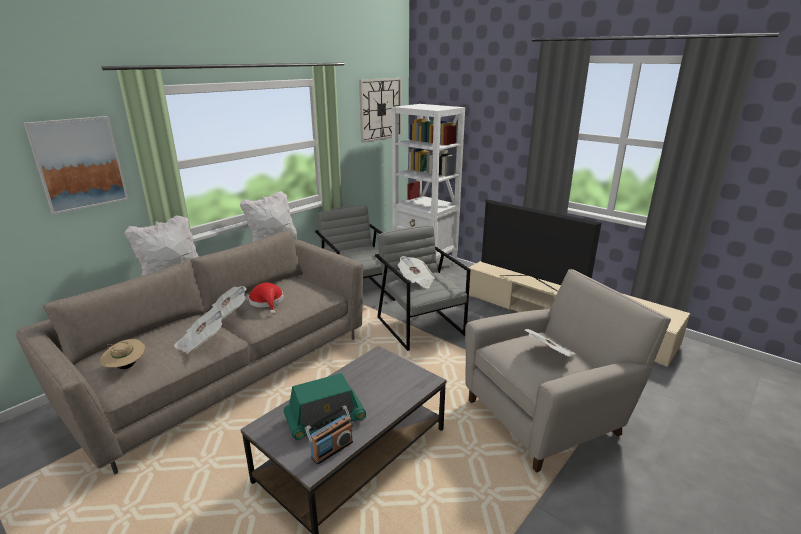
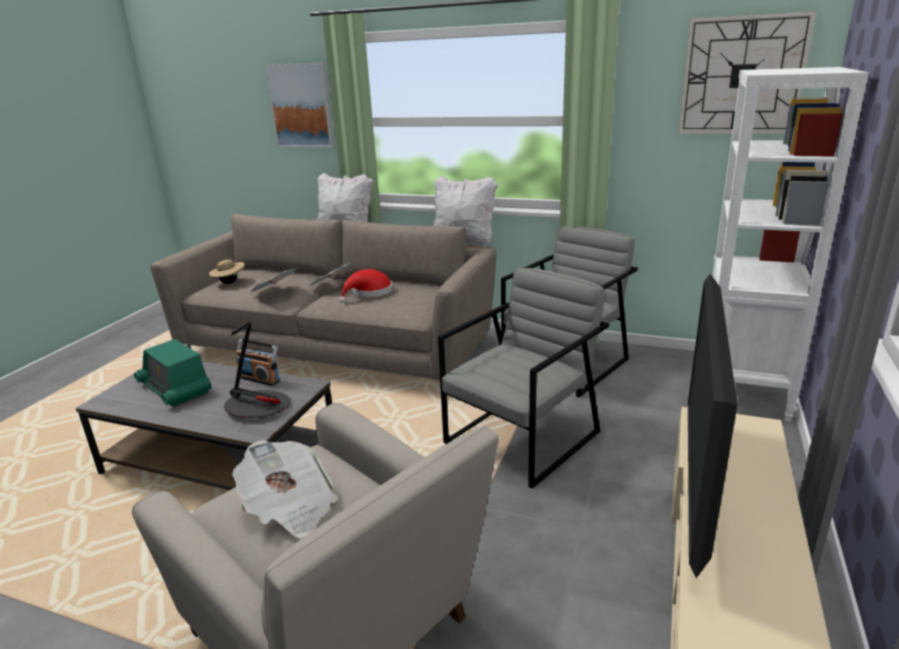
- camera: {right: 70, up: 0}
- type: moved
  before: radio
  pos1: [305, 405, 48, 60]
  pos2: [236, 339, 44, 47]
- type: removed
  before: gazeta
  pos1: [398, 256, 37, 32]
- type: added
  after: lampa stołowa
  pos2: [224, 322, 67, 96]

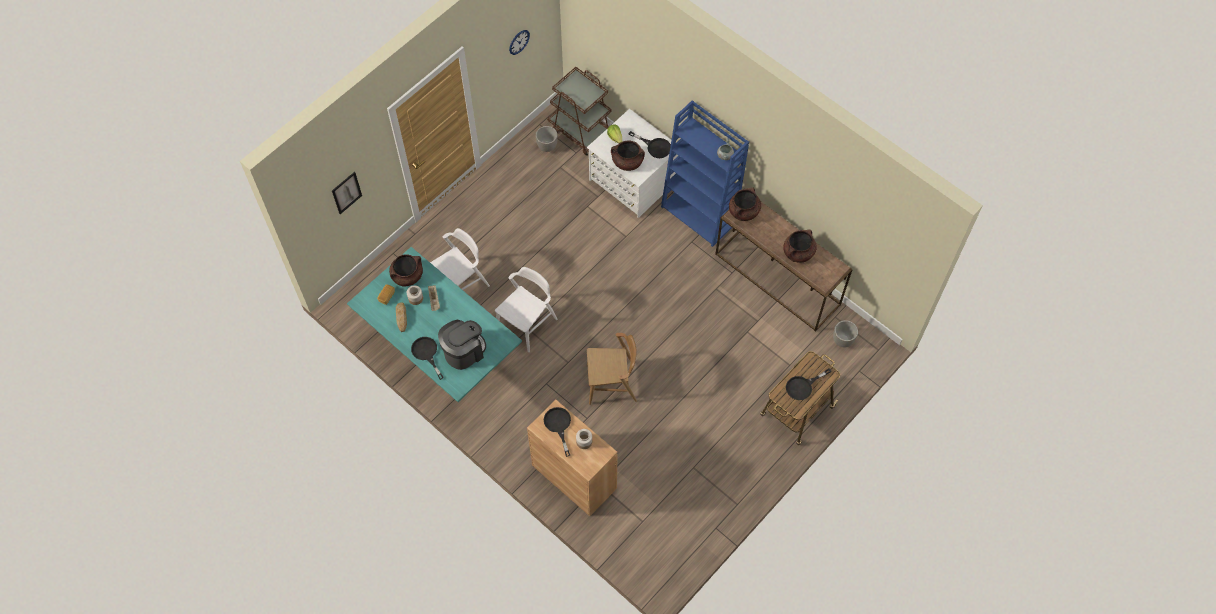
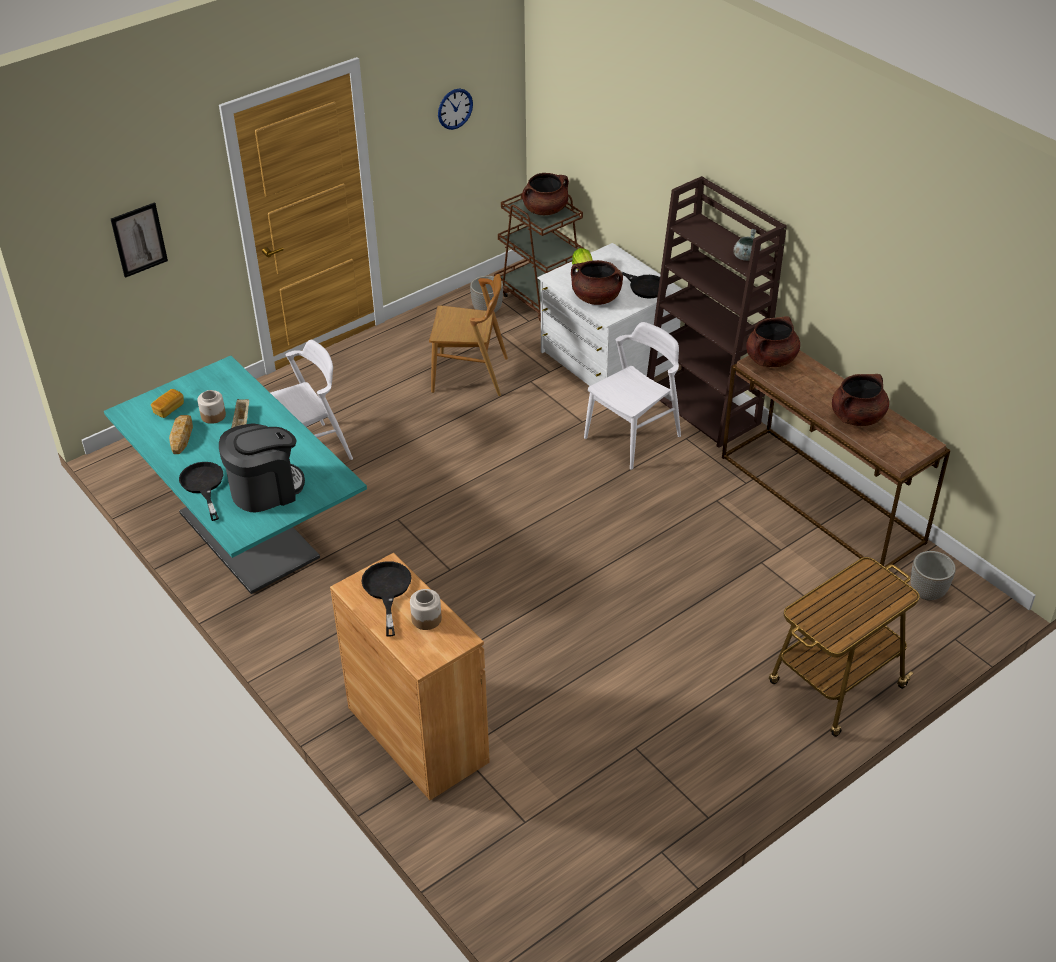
- camera: {right: 10, up: -20}
- type: moved
  before: garnek (brązowy)
  pos1: [389, 254, 34, 32]
  pos2: [522, 173, 47, 42]
- type: moved
  before: krzesło (biały)
  pos1: [495, 267, 63, 85]
  pos2: [584, 322, 97, 148]
- type: moved
  before: krzesło (brązowy)
  pos1: [587, 333, 50, 72]
  pos2: [429, 274, 79, 122]
- type: recoloured
  before: regał (niebieski)
  after: regał (brązowy)
  pos1: [661, 100, 88, 147]
  pos2: [647, 176, 140, 272]
- type: removed
  before: patelnia (czarny)
  pos1: [786, 368, 46, 32]

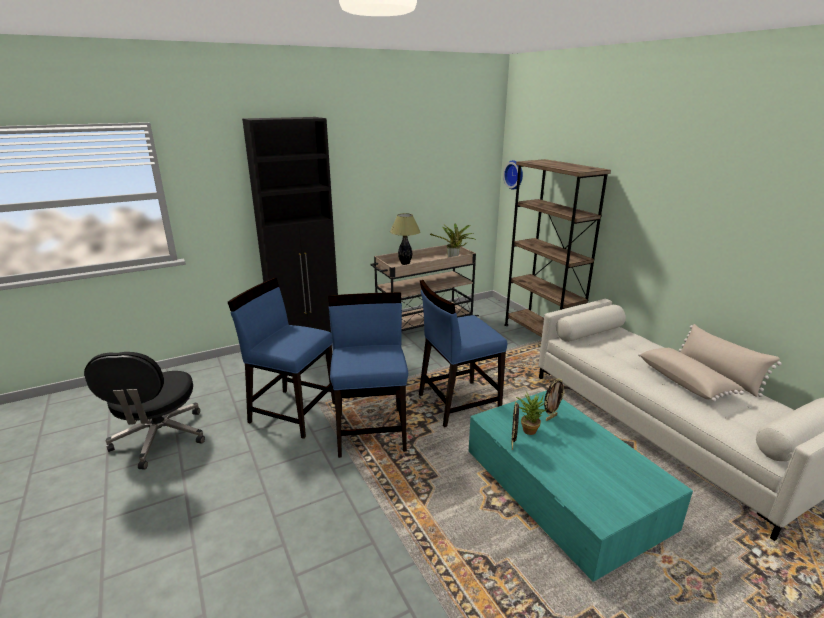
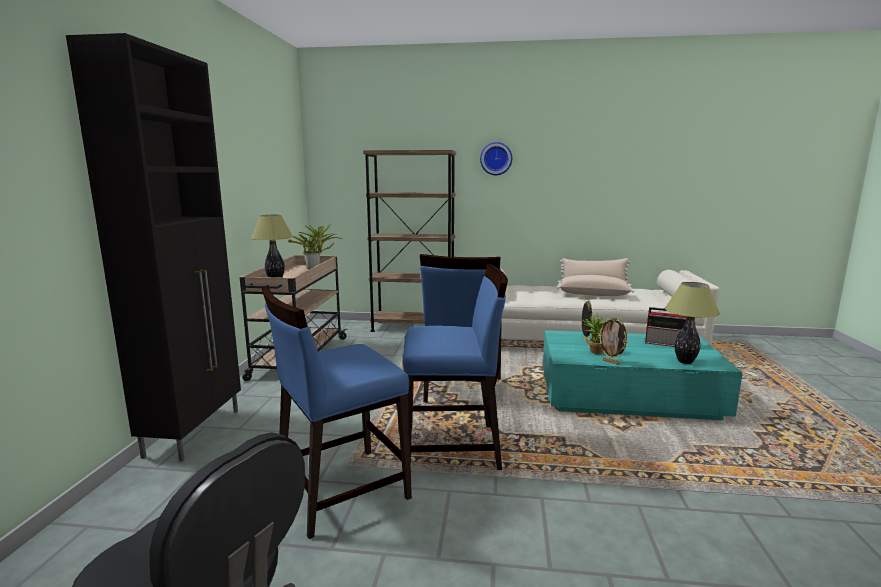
- camera: {right: -55, up: -10}
- type: turned
  before: krzesło (niebieski)
  pos1: [328, 292, 80, 166]
  pos2: [403, 264, 105, 206]
  turn: 150
- type: moved
  before: zegar ścienny
  pos1: [503, 160, 20, 30]
  pos2: [480, 142, 32, 33]
- type: added
  after: radio
  pos2: [645, 307, 42, 40]
- type: added
  after: lampa stołowa
  pos2: [665, 282, 55, 82]

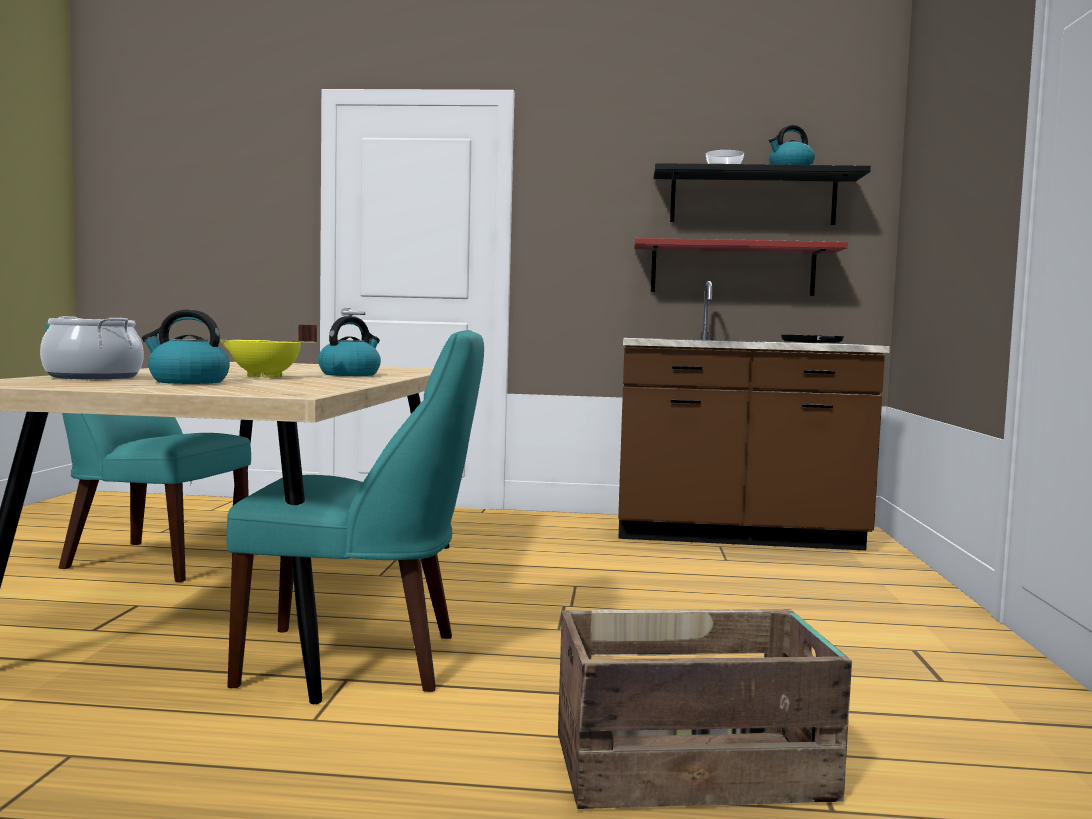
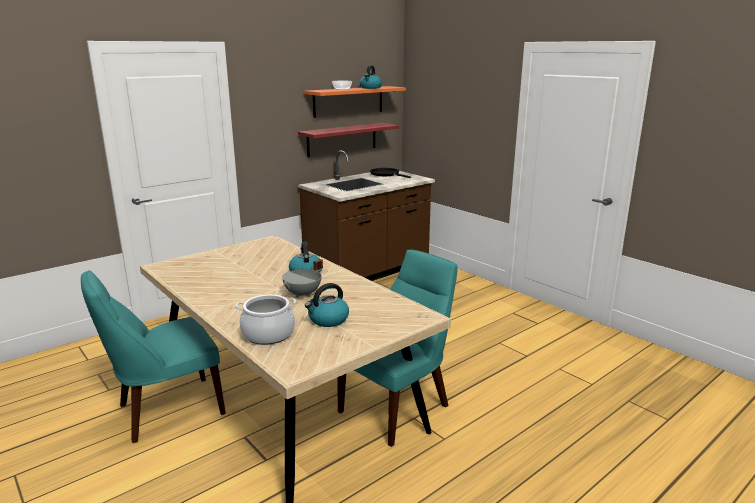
- camera: {right: -45, up: 15}
- type: recoloured
  before: garnek (żółty)
  after: garnek (szary)
  pos1: [220, 325, 97, 53]
  pos2: [282, 259, 41, 39]
- type: removed
  before: skrzynka
  pos1: [558, 609, 294, 200]
- type: recoloured
  before: półka (czarny)
  after: półka (pomarańczowy)
  pos1: [654, 163, 217, 62]
  pos2: [304, 86, 102, 32]

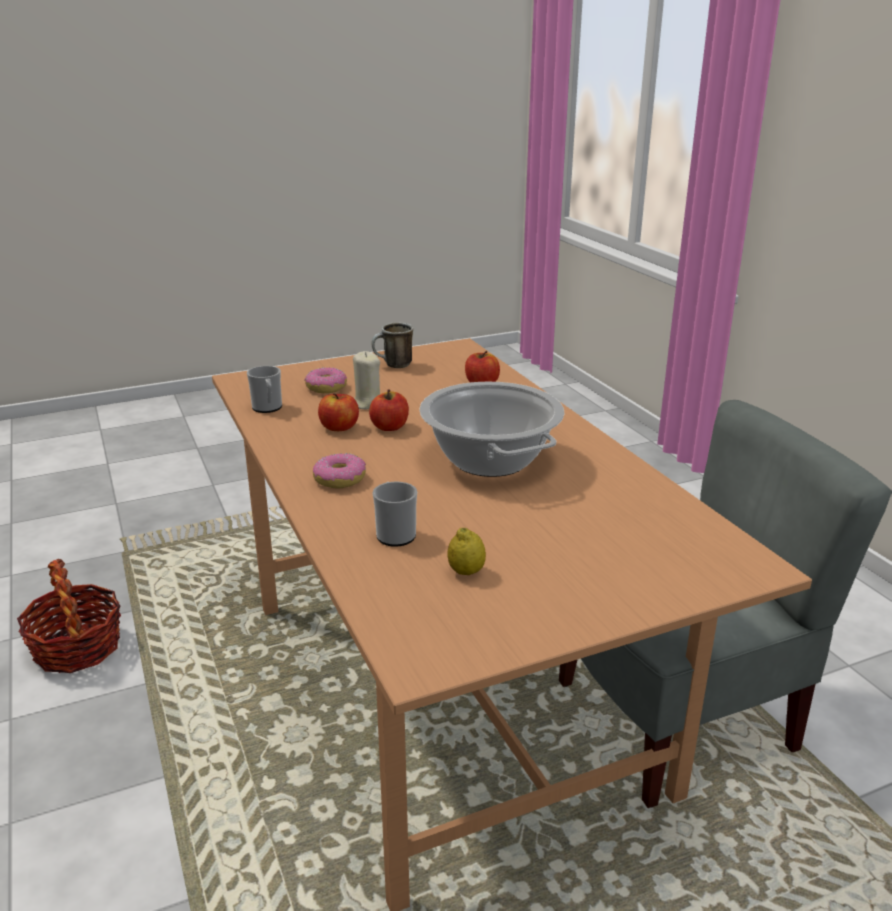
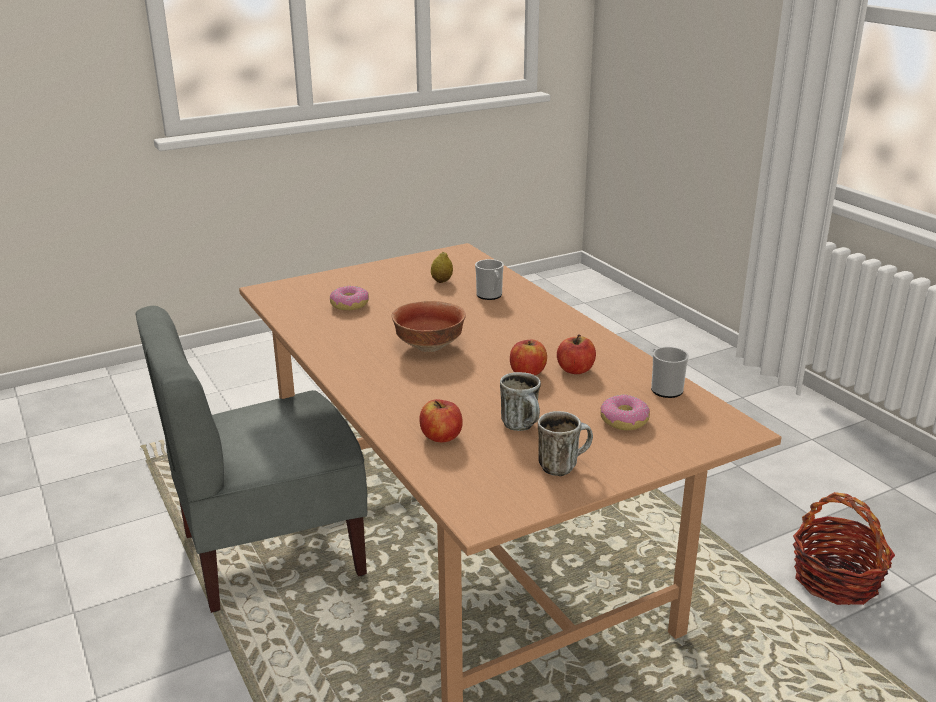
- camera: {right: 175, up: 0}
- type: moved
  before: donut
  pos1: [313, 453, 53, 35]
  pos2: [330, 286, 39, 24]
- type: removed
  before: świeca (beżowy)
  pos1: [353, 351, 27, 58]
- type: replaced
  before: garnek
  after: miska
  pos1: [419, 382, 145, 95]
  pos2: [391, 301, 75, 51]
- type: added
  after: kubek
  pos2: [500, 372, 41, 59]

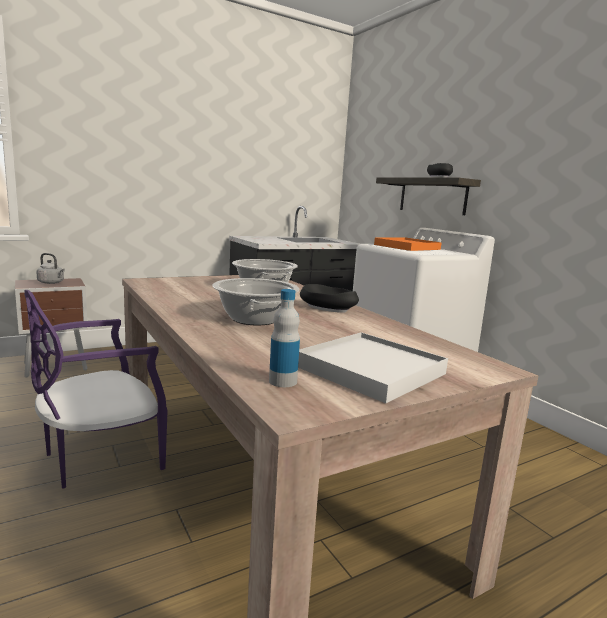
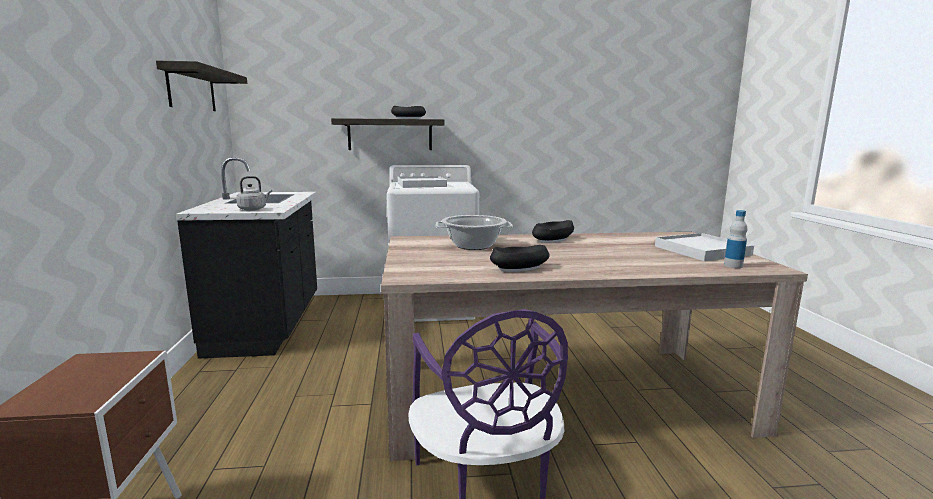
- camera: {right: -65, up: 0}
- type: moved
  before: czajnik (szary)
  pos1: [37, 253, 28, 31]
  pos2: [236, 176, 36, 35]
- type: removed
  before: garnek
  pos1: [212, 278, 87, 47]
- type: recoloured
  before: taca (pomarańczowy)
  after: taca (biały)
  pos1: [374, 237, 68, 14]
  pos2: [398, 176, 49, 12]
- type: added
  after: półka
  pos2: [156, 60, 91, 51]
- type: added
  after: miska (czarny)
  pos2: [490, 245, 60, 27]

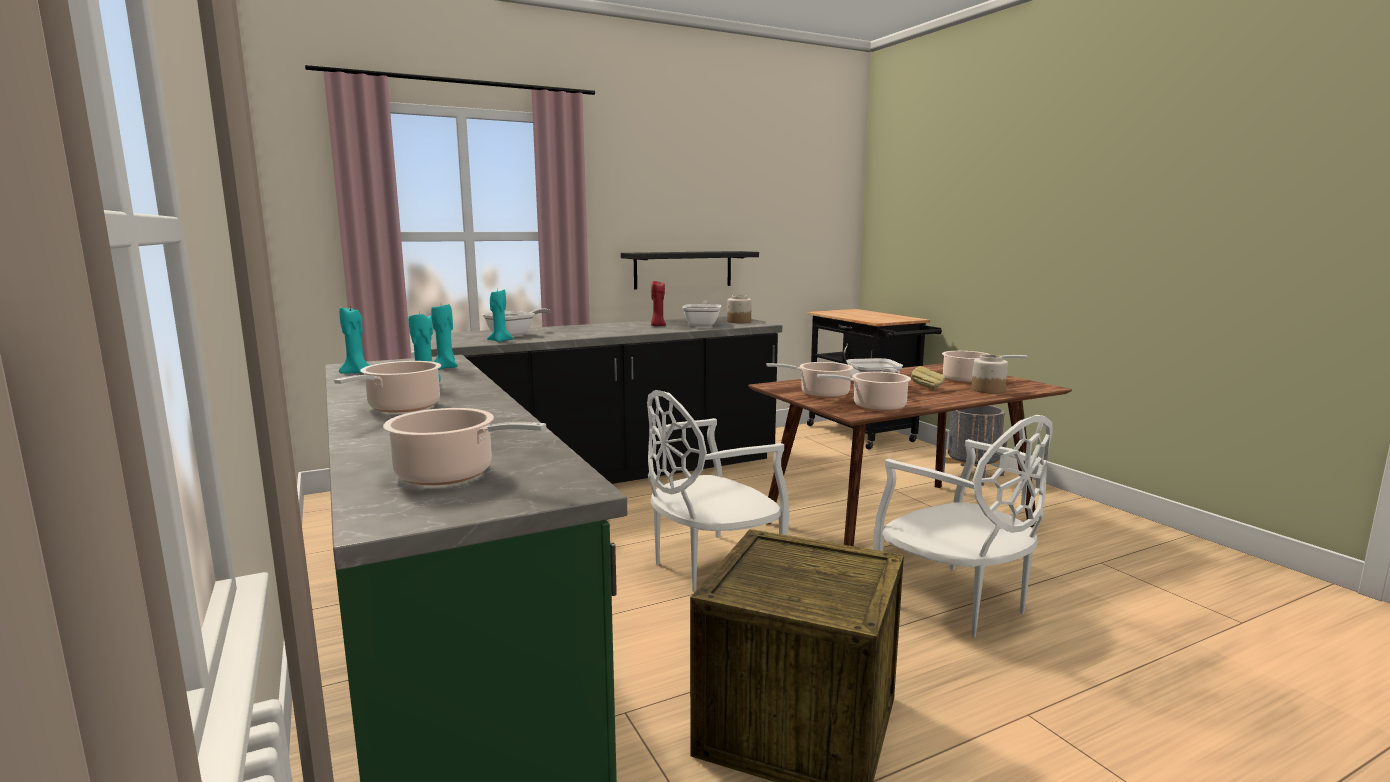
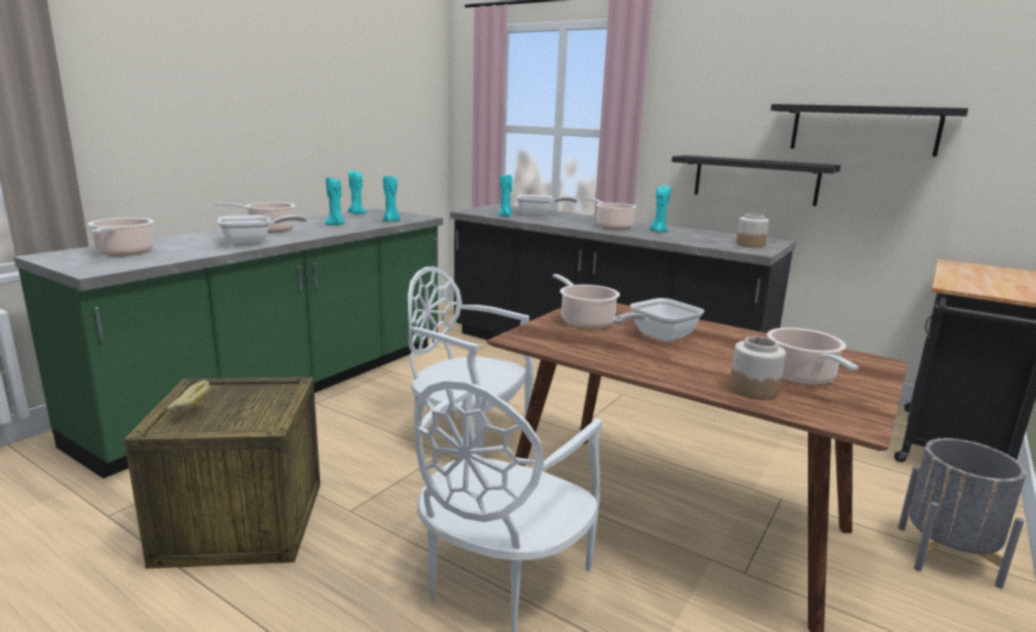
- camera: {right: 60, up: 5}
- type: recoloured
  before: świeca (czerwony)
  after: świeca (turkusowy)
  pos1: [651, 281, 15, 45]
  pos2: [650, 185, 21, 47]
- type: moved
  before: patelnia
  pos1: [682, 301, 40, 26]
  pos2: [218, 215, 89, 31]
- type: moved
  before: garnek
  pos1: [817, 372, 94, 39]
  pos2: [587, 198, 50, 31]
- type: moved
  before: chleb
  pos1: [911, 366, 35, 24]
  pos2: [166, 380, 44, 37]
- type: added
  after: półka (czarny)
  pos2: [771, 104, 197, 53]

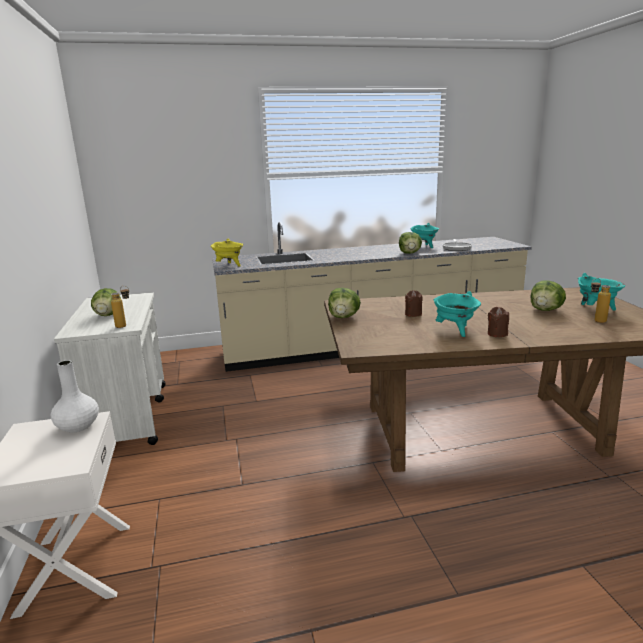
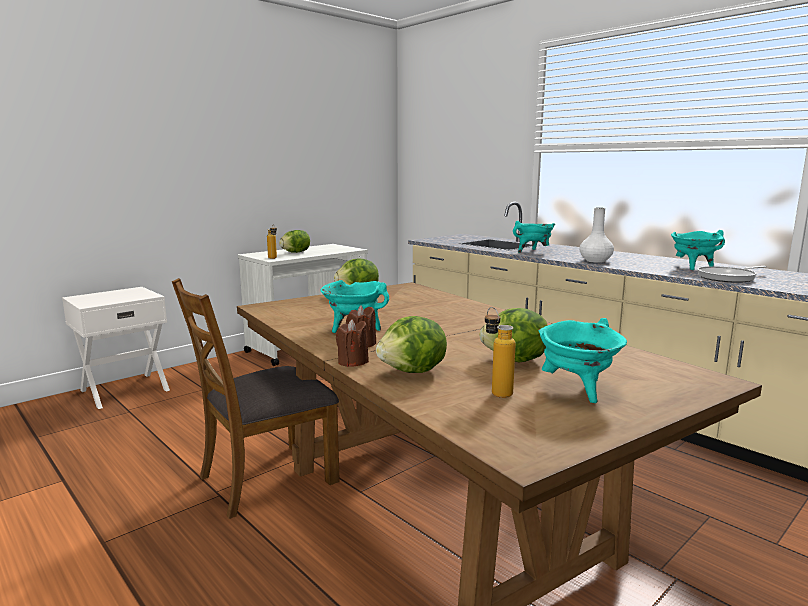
- camera: {right: 60, up: -5}
- type: moved
  before: wazon (biały)
  pos1: [51, 360, 48, 73]
  pos2: [579, 207, 35, 56]
- type: removed
  before: garnek (żółty)
  pos1: [210, 238, 33, 29]
- type: moved
  before: sałata
  pos1: [399, 232, 23, 22]
  pos2: [376, 316, 71, 57]
- type: moved
  before: świeca (brązowy)
  pos1: [405, 290, 18, 27]
  pos2: [336, 319, 33, 48]
- type: added
  after: krzesło (brązowy)
  pos2: [172, 278, 168, 241]
- type: added
  after: garnek (turkusowy)
  pos2: [513, 221, 42, 32]

